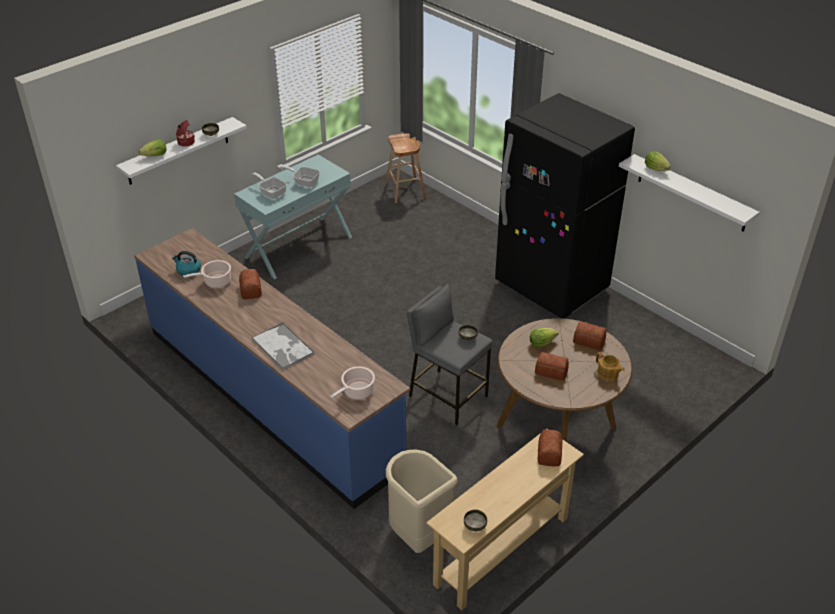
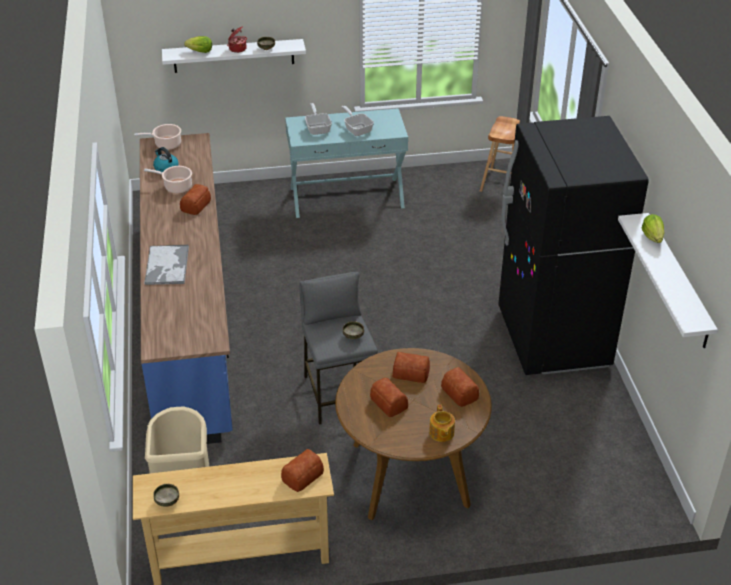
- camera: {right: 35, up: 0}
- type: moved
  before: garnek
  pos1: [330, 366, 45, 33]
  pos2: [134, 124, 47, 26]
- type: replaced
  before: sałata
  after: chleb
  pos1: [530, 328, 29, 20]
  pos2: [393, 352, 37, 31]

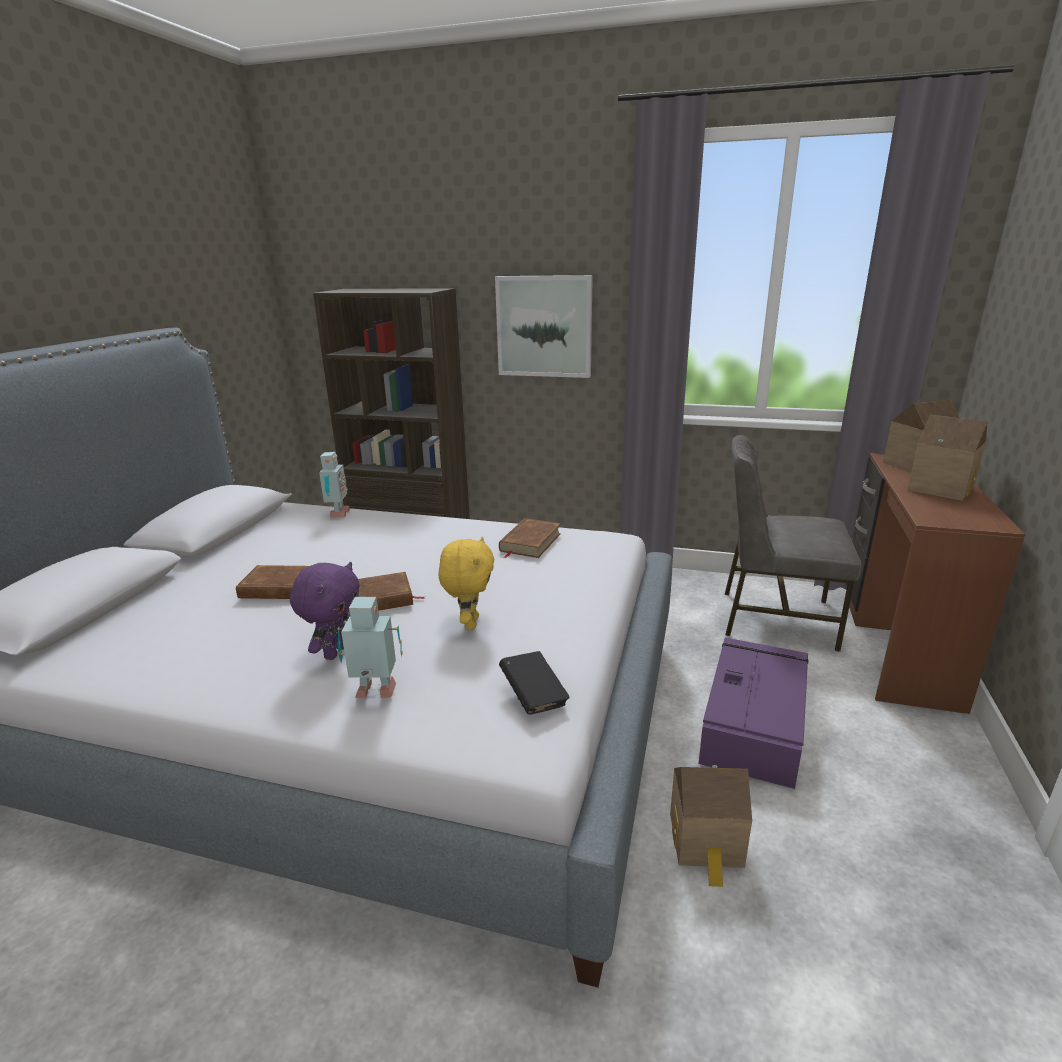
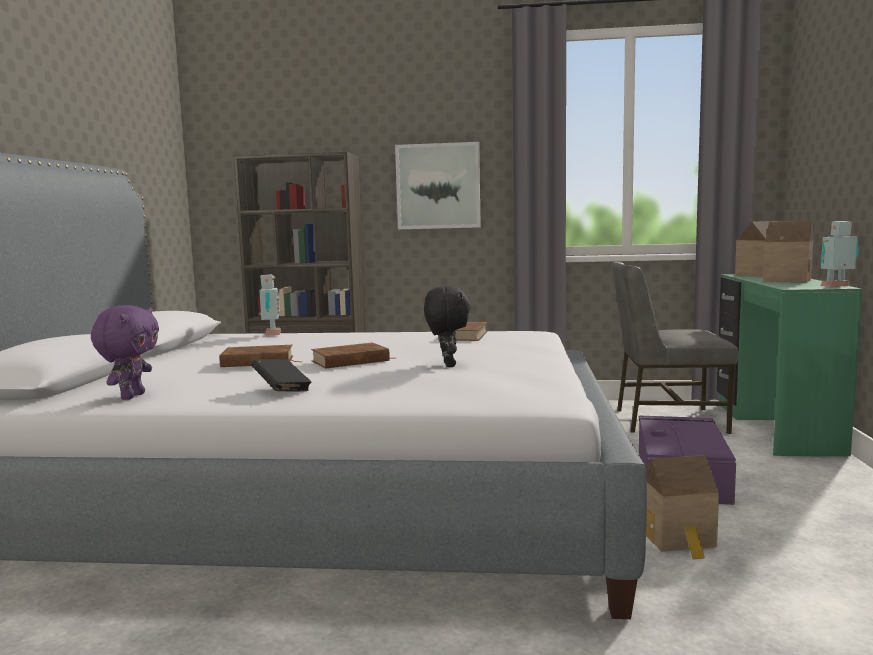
- camera: {right: -10, up: -15}
- type: moved
  before: pluszak (fioletowy)
  pos1: [290, 562, 70, 98]
  pos2: [91, 305, 68, 95]
- type: moved
  before: robot zabawkowy
  pos1: [337, 597, 66, 101]
  pos2: [820, 221, 39, 66]
- type: recoloured
  before: pluszak (żółty)
  after: pluszak (czarny)
  pos1: [439, 536, 55, 94]
  pos2: [424, 286, 47, 81]
- type: moved
  before: książka (czarny)
  pos1: [499, 651, 71, 64]
  pos2: [252, 359, 59, 32]
- type: recoloured
  before: biurko (brązowy)
  after: biurko (zielony)
  pos1: [846, 453, 179, 261]
  pos2: [717, 274, 145, 183]

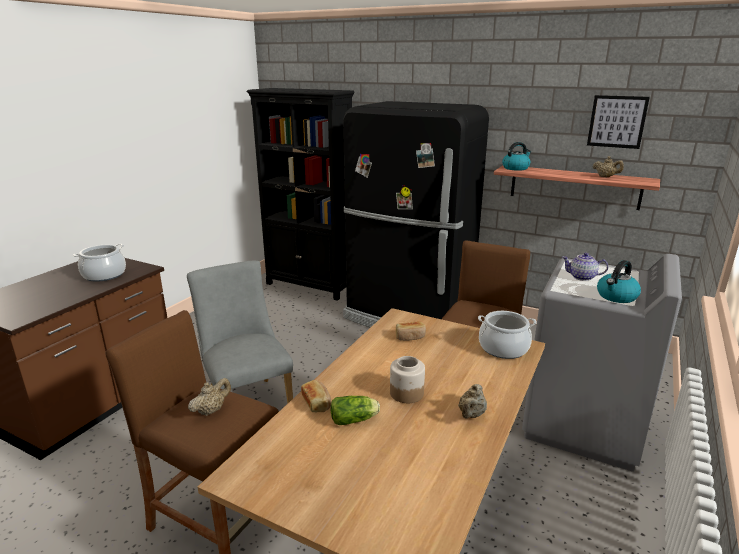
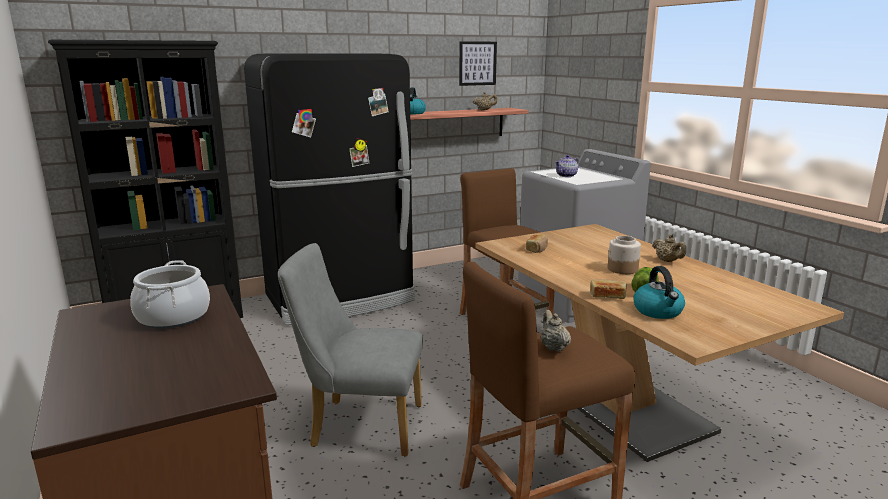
- camera: {right: -55, up: -5}
- type: removed
  before: garnek
  pos1: [478, 311, 59, 48]
- type: moved
  before: czajnik
  pos1: [597, 260, 44, 43]
  pos2: [634, 266, 51, 53]

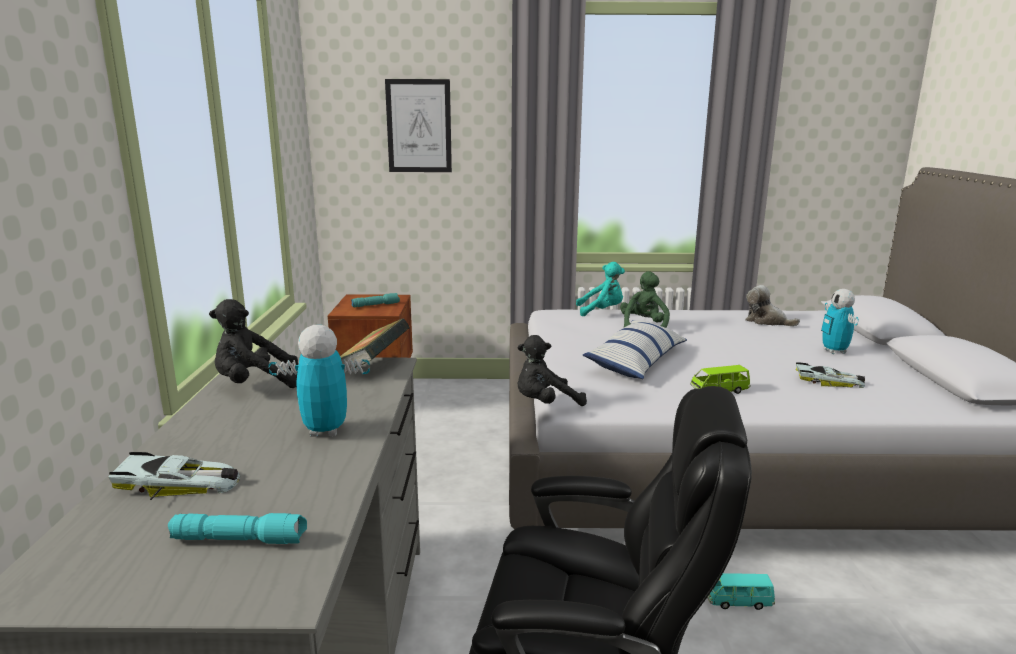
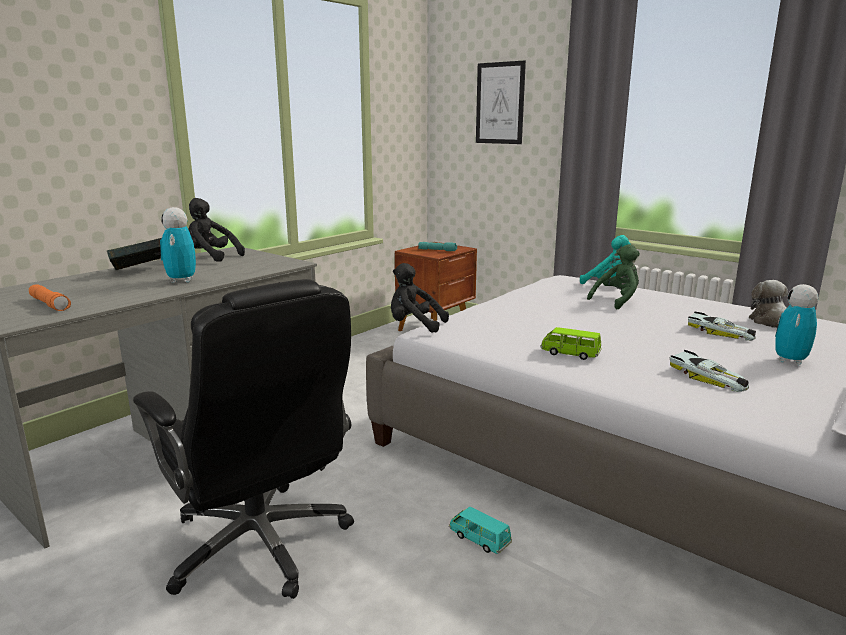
- camera: {right: 40, up: 0}
- type: moved
  before: samochodzik
  pos1: [108, 452, 132, 48]
  pos2: [688, 312, 68, 29]
- type: recoloured
  before: latarka (turkusowy)
  after: latarka (pomarańczowy)
  pos1: [168, 513, 139, 31]
  pos2: [29, 284, 42, 27]
- type: turned
  before: robot zabawkowy
  pos1: [268, 325, 102, 112]
  pos2: [160, 207, 36, 76]
  turn: -135
- type: moved
  before: książka
  pos1: [340, 318, 70, 54]
  pos2: [106, 238, 56, 32]
- type: removed
  before: poduszka
  pos1: [583, 320, 104, 59]

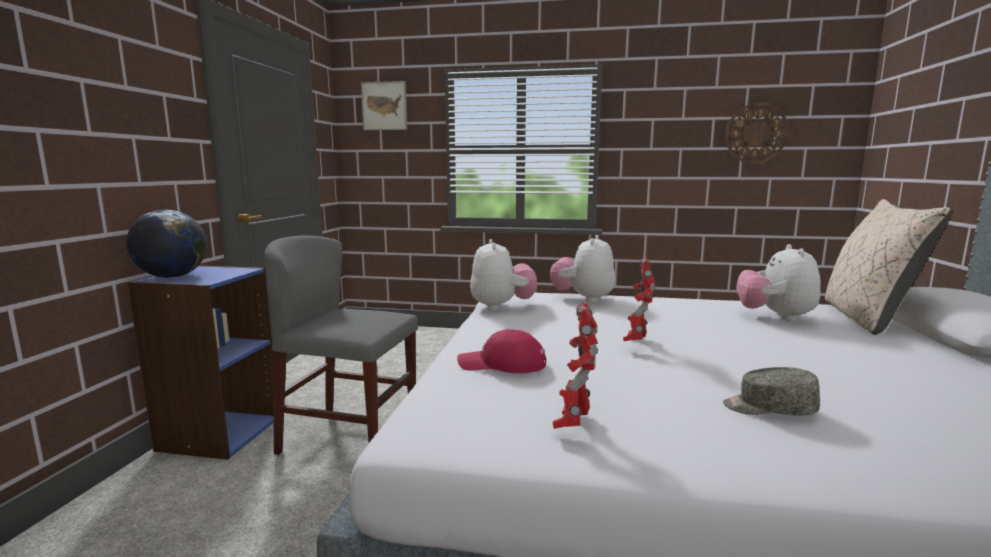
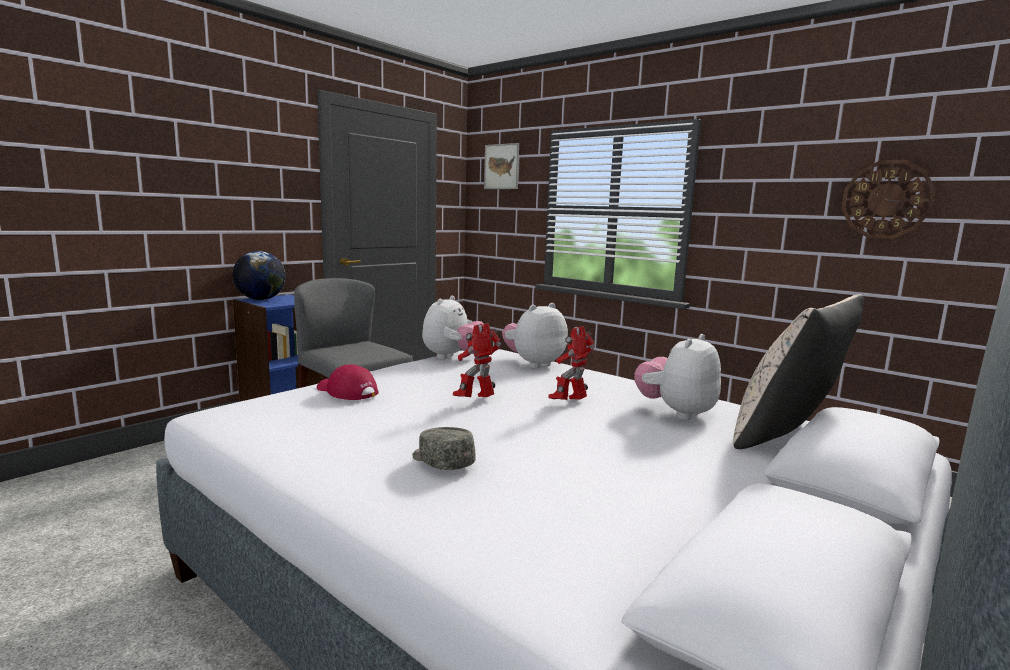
- camera: {right: 30, up: 0}
- type: moved
  before: robot zabawkowy
  pos1: [553, 302, 45, 127]
  pos2: [548, 326, 47, 74]

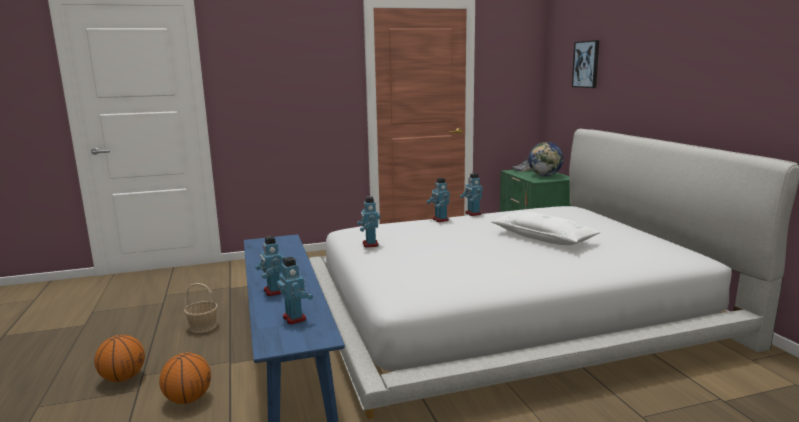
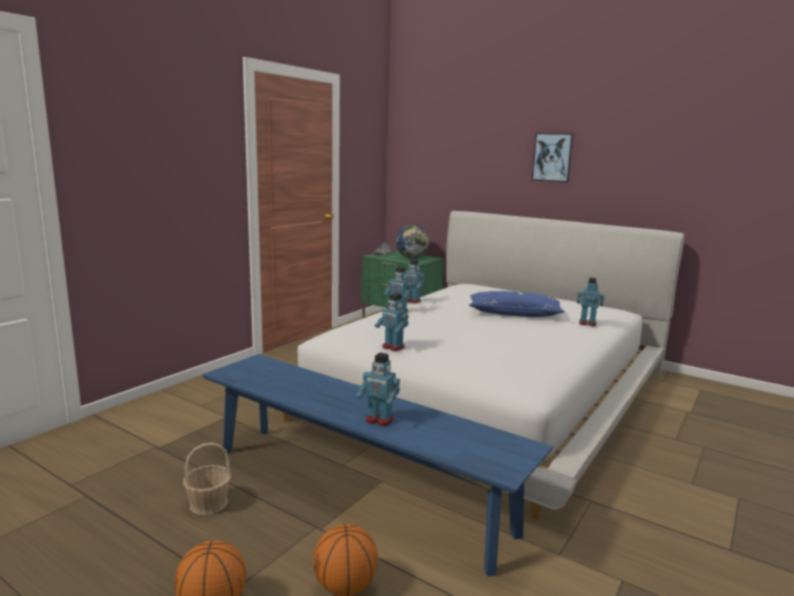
- camera: {right: -40, up: 0}
- type: moved
  before: robot zabawkowy
  pos1: [277, 257, 36, 67]
  pos2: [577, 277, 28, 49]
- type: recoloured
  before: poduszka (biały)
  after: poduszka (niebieski)
  pos1: [491, 211, 110, 34]
  pos2: [469, 291, 96, 26]
- type: moved
  before: obraz
  pos1: [572, 40, 27, 48]
  pos2: [532, 133, 42, 50]

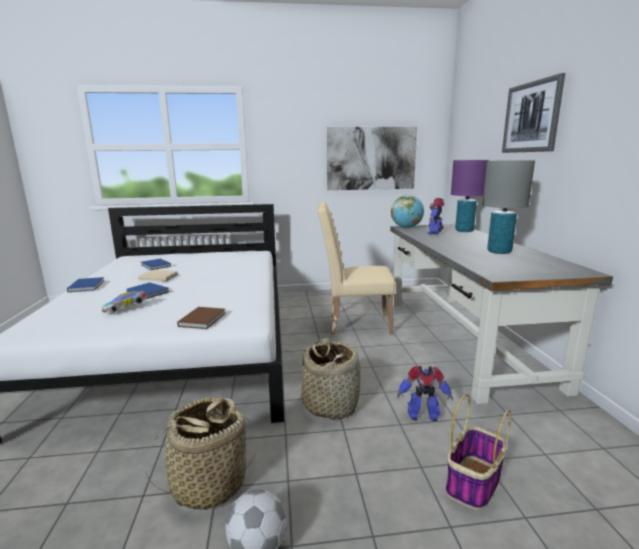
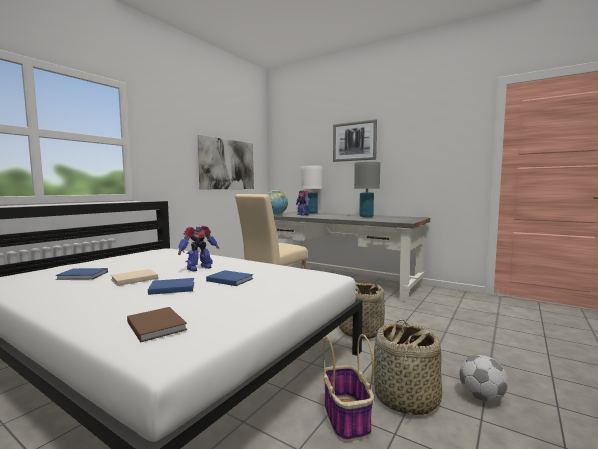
- camera: {right: -50, up: -10}
- type: moved
  before: książka (niebieski)
  pos1: [67, 277, 37, 15]
  pos2: [206, 270, 47, 16]
- type: removed
  before: samochodzik
  pos1: [102, 291, 46, 22]
- type: moved
  before: książka (brązowy)
  pos1: [177, 307, 49, 22]
  pos2: [127, 307, 60, 35]
- type: moved
  before: robot zabawkowy
  pos1: [397, 366, 56, 55]
  pos2: [178, 226, 41, 45]
- type: moved
  before: koszyk
  pos1: [445, 394, 66, 116]
  pos2: [323, 334, 51, 108]
- type: recoloured
  before: lampa stołowa (fioletowy)
  after: lampa stołowa (biały)
  pos1: [451, 160, 38, 72]
  pos2: [301, 166, 22, 48]

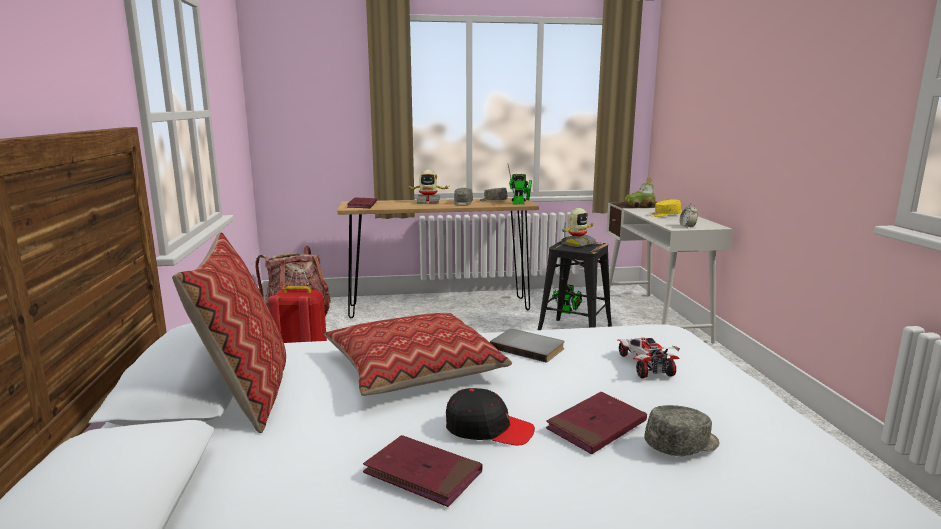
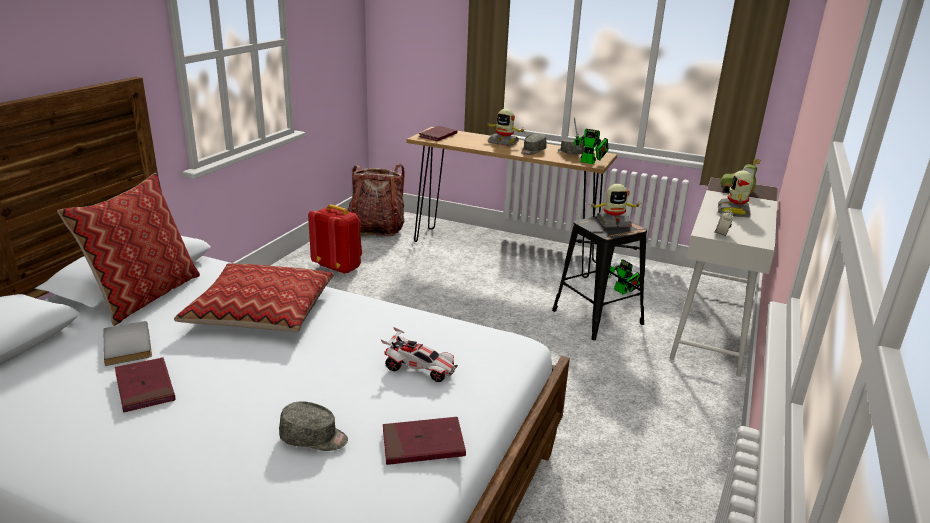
- camera: {right: 30, up: 10}
- type: removed
  before: czapka z daszkiem (czarny)
  pos1: [446, 388, 89, 57]
- type: moved
  before: książka (szary)
  pos1: [490, 329, 75, 34]
  pos2: [103, 321, 49, 45]
- type: moved
  before: książka (czerwony)
  pos1: [546, 392, 101, 62]
  pos2: [383, 417, 83, 48]
- type: turned
  before: samochodzik
  pos1: [618, 338, 62, 41]
  pos2: [381, 327, 77, 55]
  turn: 90
- type: replaced
  before: czapka z daszkiem (żółty)
  after: robot zabawkowy
  pos1: [649, 199, 32, 18]
  pos2: [718, 170, 35, 47]

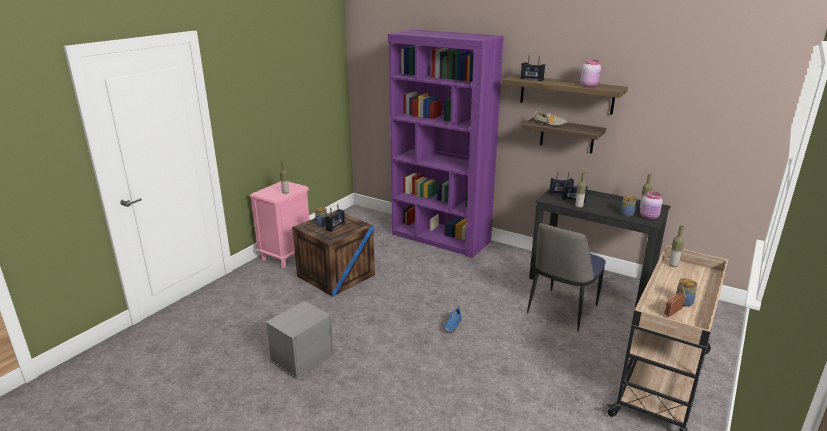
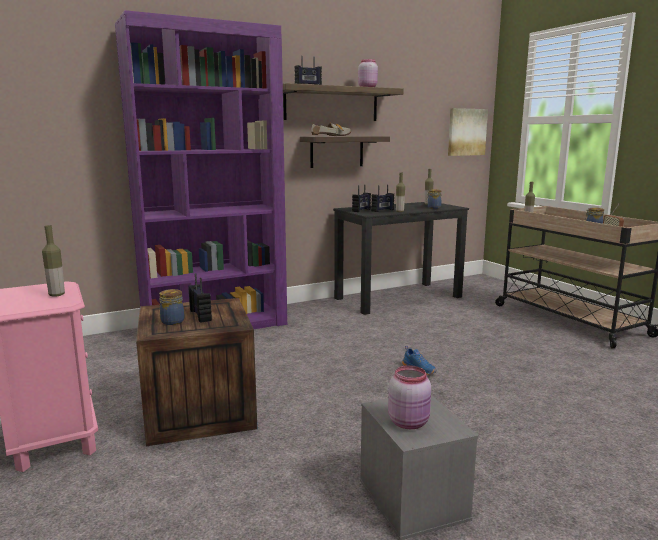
- camera: {right: -60, up: -10}
- type: removed
  before: krzesło
  pos1: [527, 223, 79, 109]
- type: moved
  before: słoik (różowy)
  pos1: [640, 192, 23, 28]
  pos2: [388, 365, 43, 64]
- type: added
  after: obraz
  pos2: [448, 108, 40, 48]

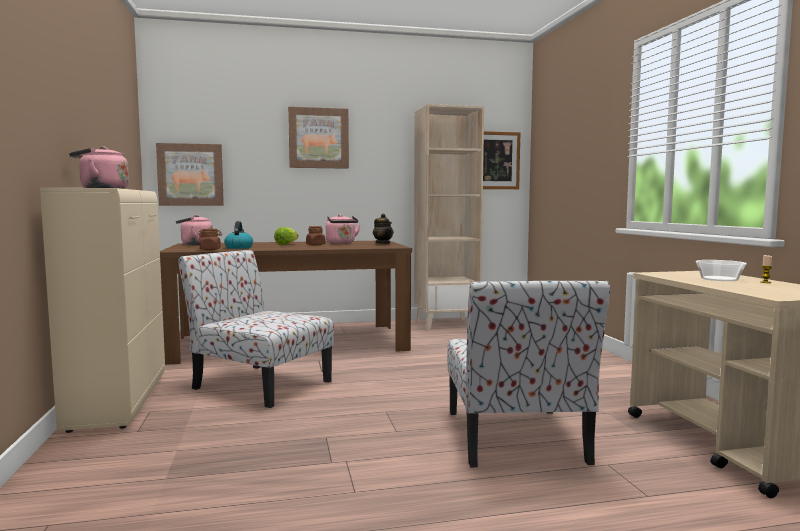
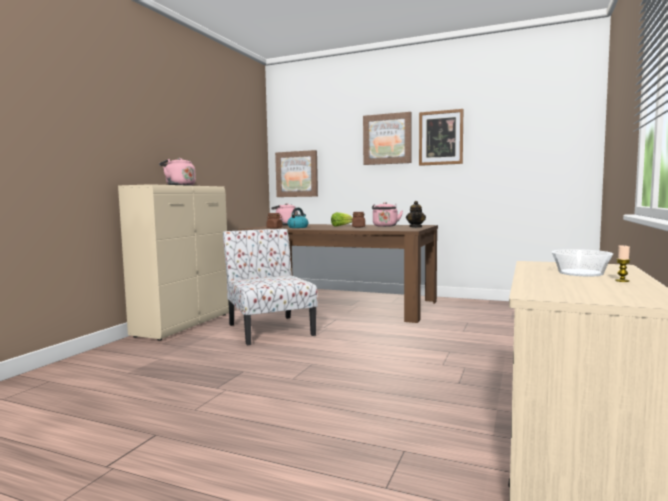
- camera: {right: 35, up: 0}
- type: removed
  before: regał (beżowy)
  pos1: [414, 104, 70, 226]
- type: removed
  before: krzesło
  pos1: [447, 281, 163, 186]
- type: moved
  before: obraz
  pos1: [483, 131, 37, 58]
  pos2: [419, 109, 44, 57]

